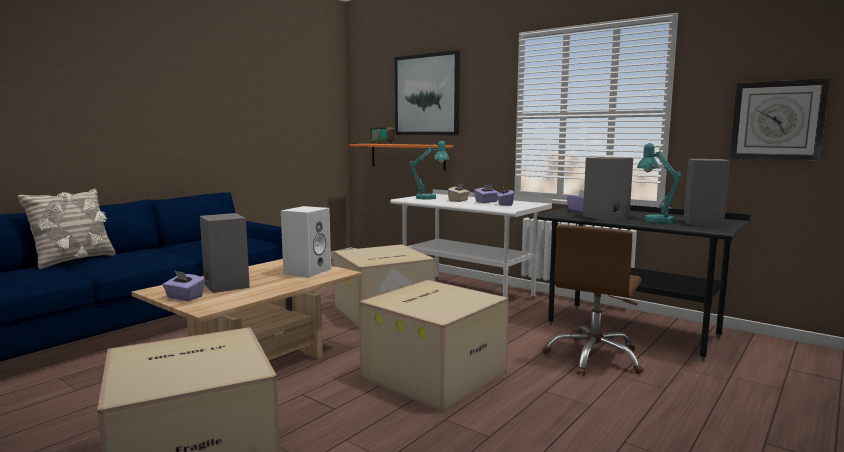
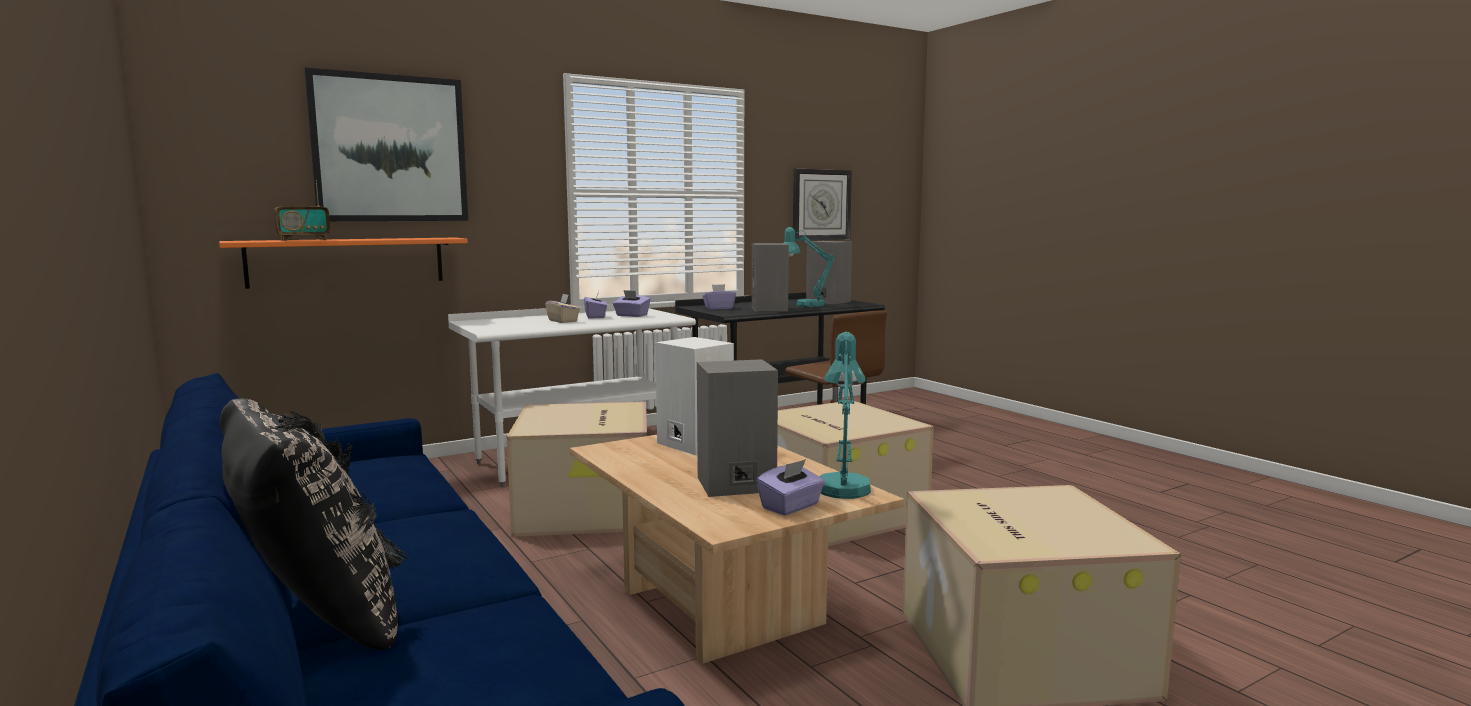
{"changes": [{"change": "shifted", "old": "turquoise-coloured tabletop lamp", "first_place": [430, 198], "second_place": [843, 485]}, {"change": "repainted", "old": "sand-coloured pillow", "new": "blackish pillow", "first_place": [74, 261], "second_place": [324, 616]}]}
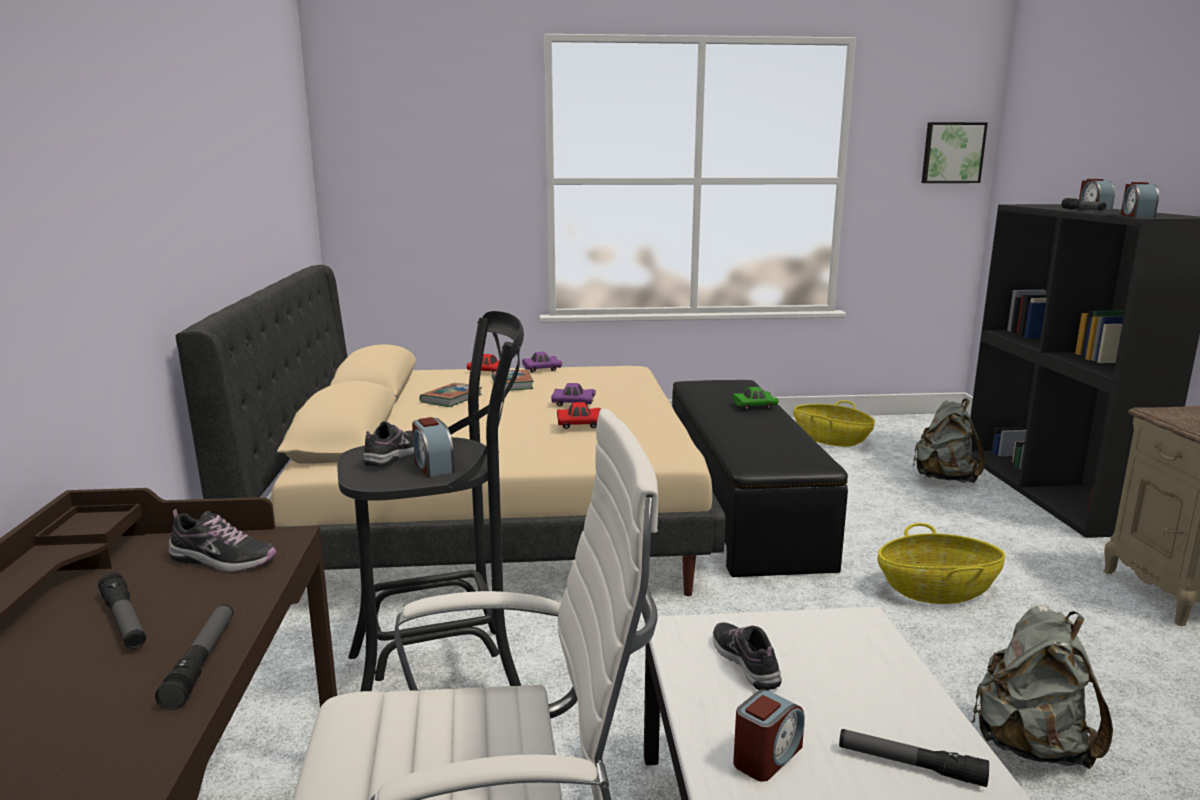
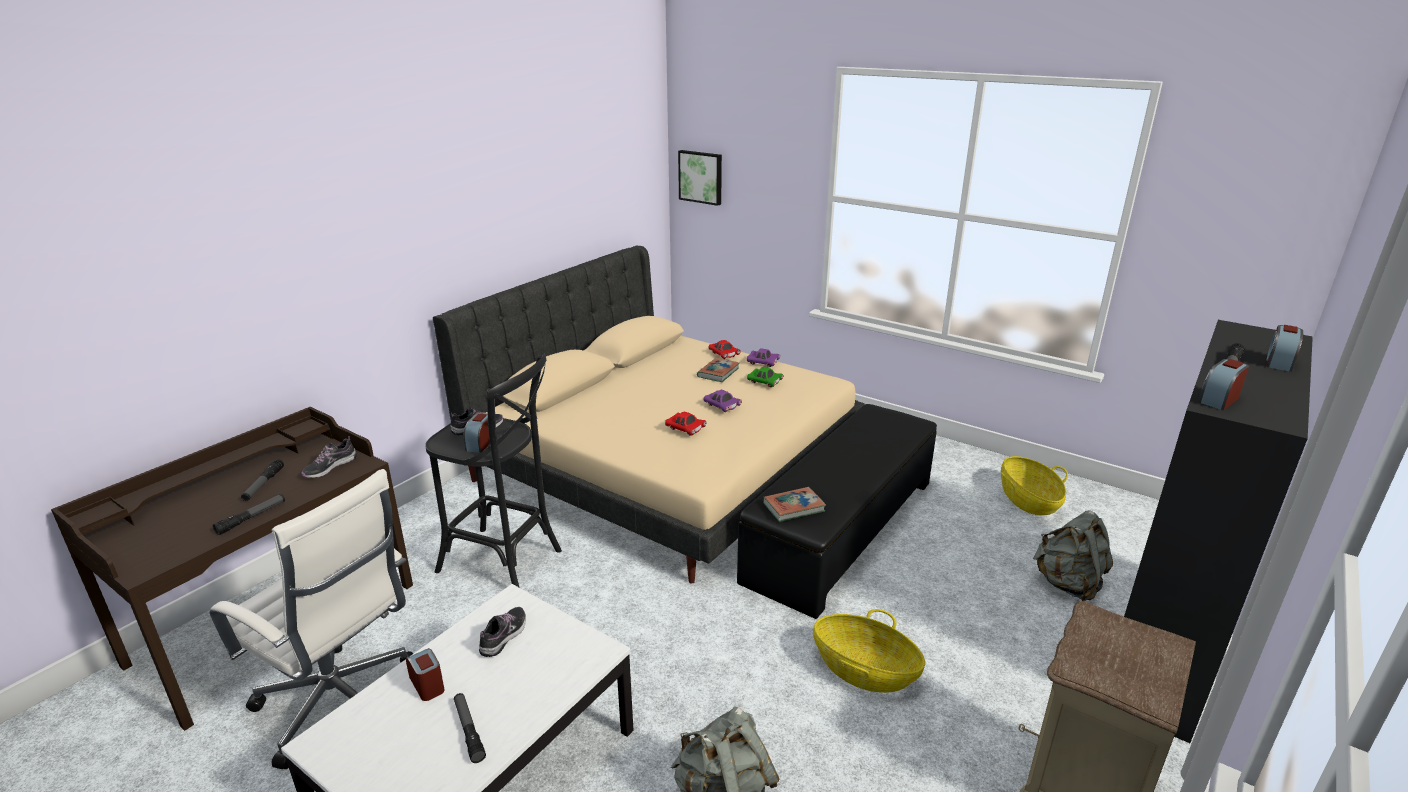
{"changes": [{"change": "shifted", "old": "bound book", "first_place": [451, 399], "second_place": [793, 507]}, {"change": "shifted", "old": "green model car", "first_place": [754, 407], "second_place": [764, 383]}, {"change": "shifted", "old": "picture", "first_place": [952, 153], "second_place": [701, 177]}, {"change": "rotated", "old": "shoe", "first_place": [222, 560], "second_place": [330, 467], "degrees": 75}, {"change": "rotated", "old": "alarm clock", "first_place": [767, 756], "second_place": [427, 684], "degrees": -120}]}
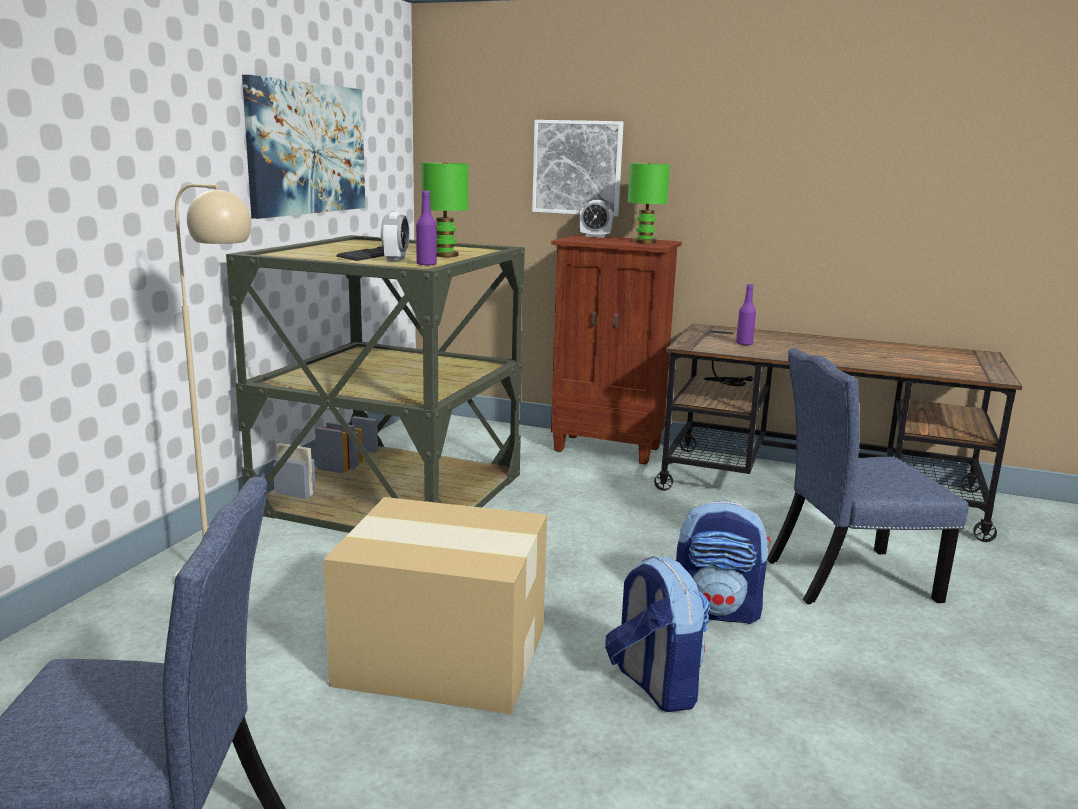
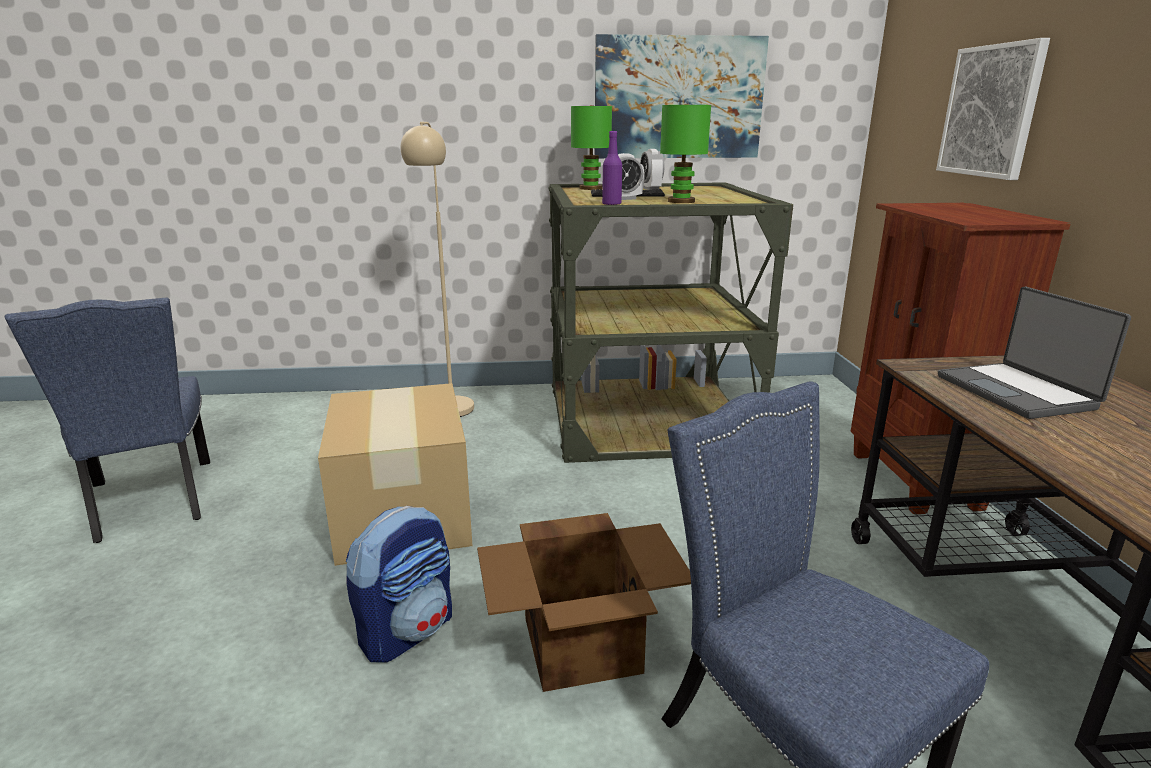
{"changes": [{"change": "shifted", "old": "alarm clock", "first_place": [595, 236], "second_place": [651, 189]}, {"change": "shifted", "old": "green tabletop lamp", "first_place": [644, 242], "second_place": [590, 188]}, {"change": "swapped", "old": "rucksack", "new": "cardboard box", "first_place": [717, 611], "second_place": [584, 645]}, {"change": "swapped", "old": "purple drink bottle", "new": "portable computer", "first_place": [744, 344], "second_place": [1017, 392]}]}
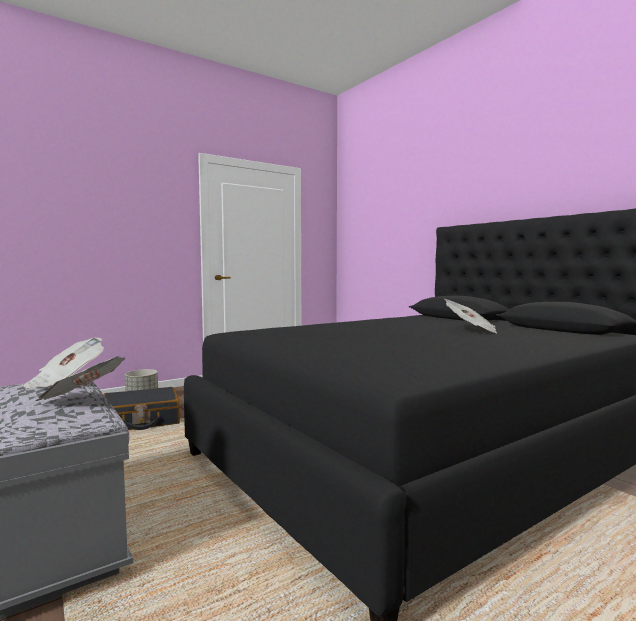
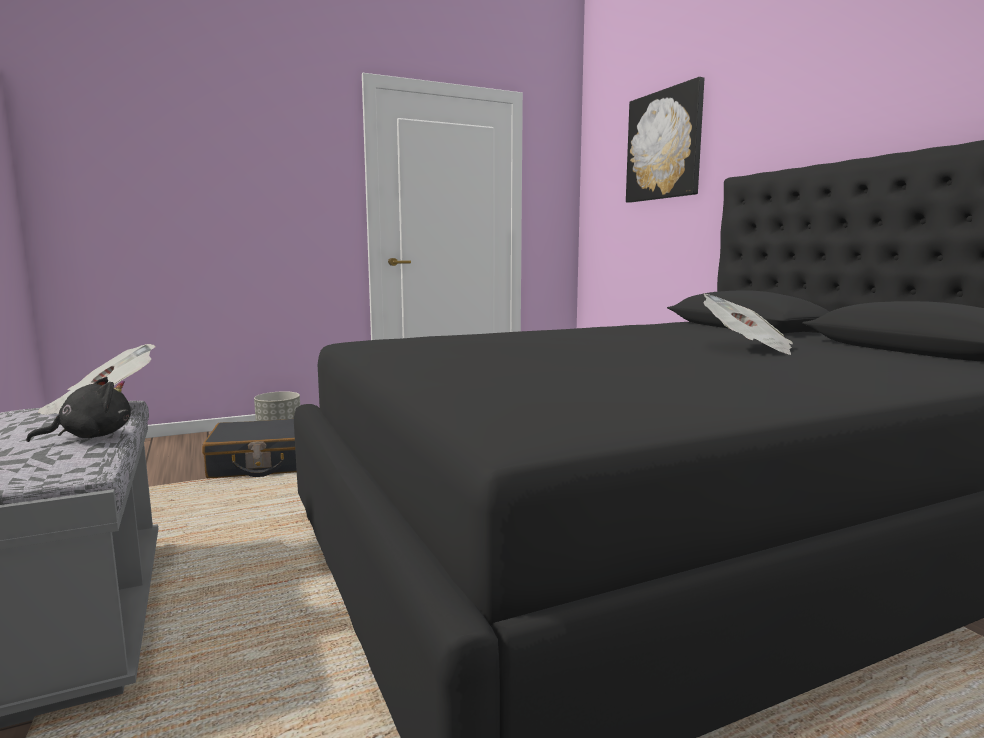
{"changes": [{"change": "new", "new": "picture", "second_place": [664, 145]}, {"change": "swapped", "old": "newspaper", "new": "blackish plush toy", "first_place": [82, 400], "second_place": [91, 436]}]}
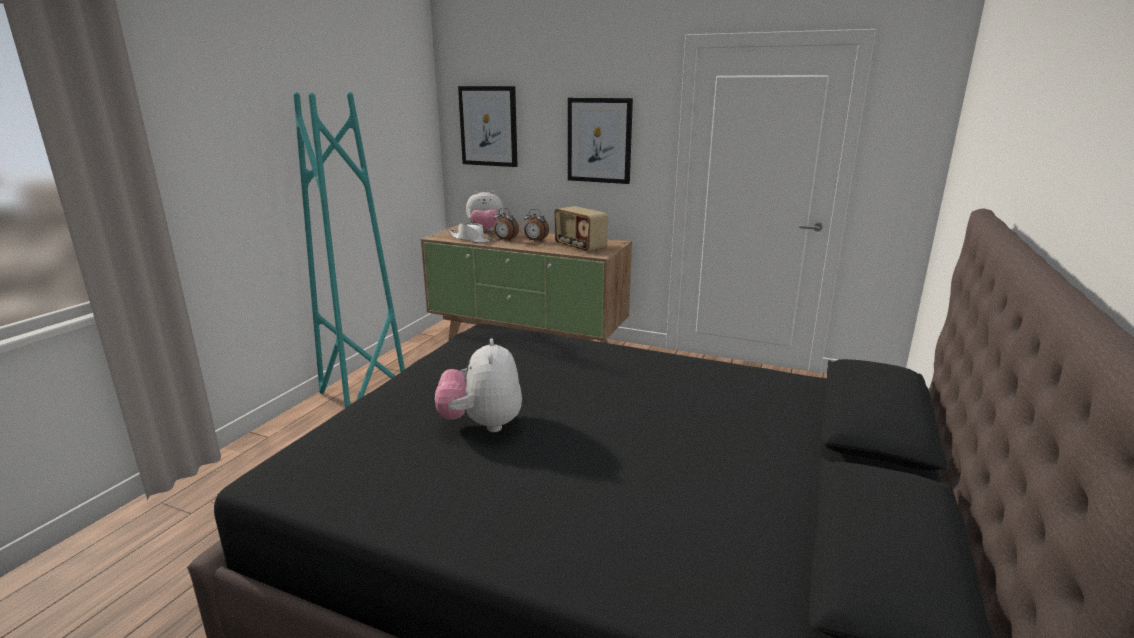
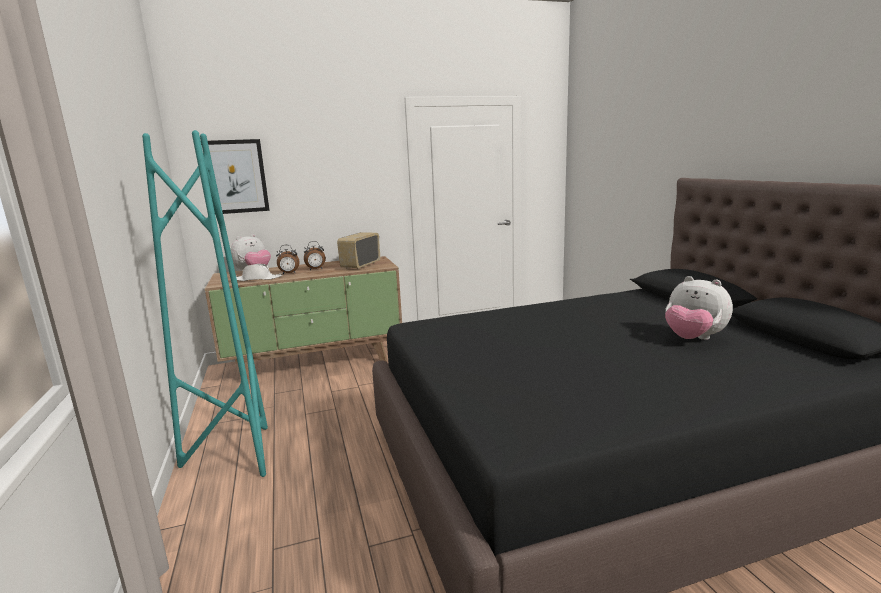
{"changes": [{"change": "gone", "old": "picture", "first_place": [599, 140]}, {"change": "shifted", "old": "plush toy", "first_place": [482, 424], "second_place": [693, 339]}, {"change": "rotated", "old": "radio", "first_place": [579, 247], "second_place": [360, 265], "degrees": 105}]}
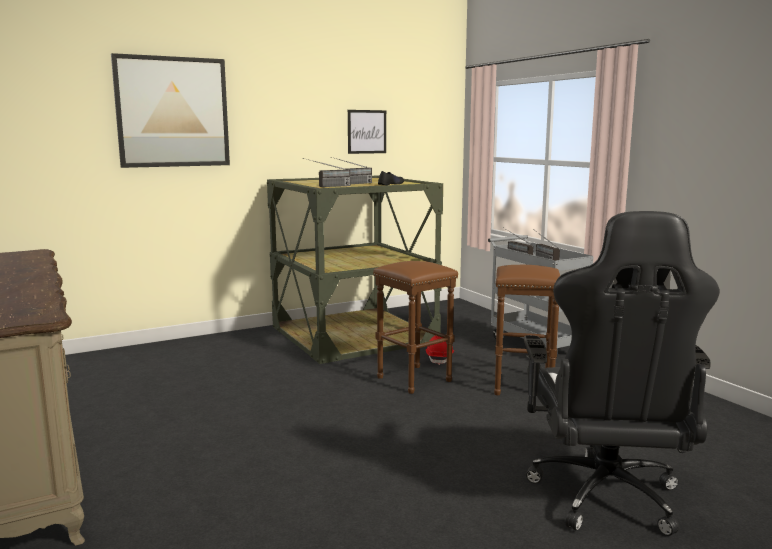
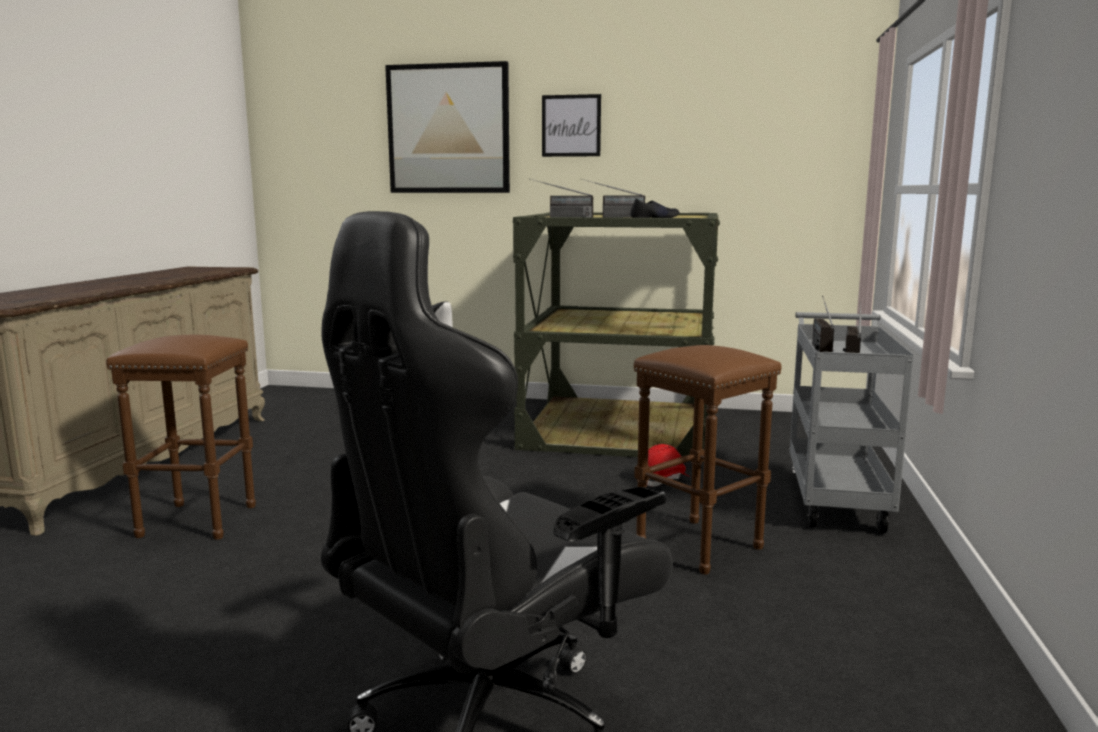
{"changes": [{"change": "shifted", "old": "picture", "first_place": [367, 131], "second_place": [571, 125]}, {"change": "shifted", "old": "brown stool seat", "first_place": [414, 378], "second_place": [200, 520]}]}
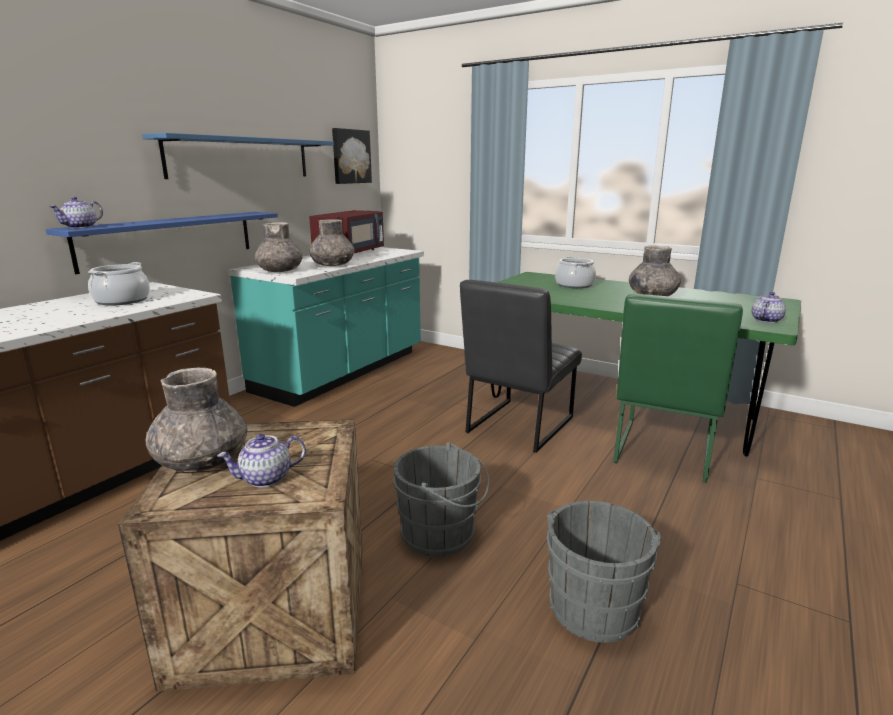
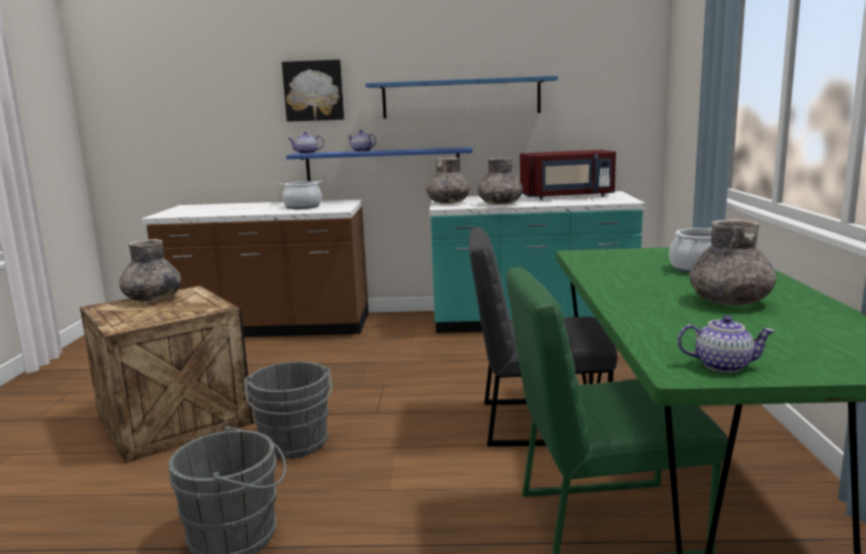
{"changes": [{"change": "shifted", "old": "tea pot", "first_place": [265, 479], "second_place": [362, 151]}, {"change": "shifted", "old": "picture", "first_place": [350, 156], "second_place": [314, 91]}]}
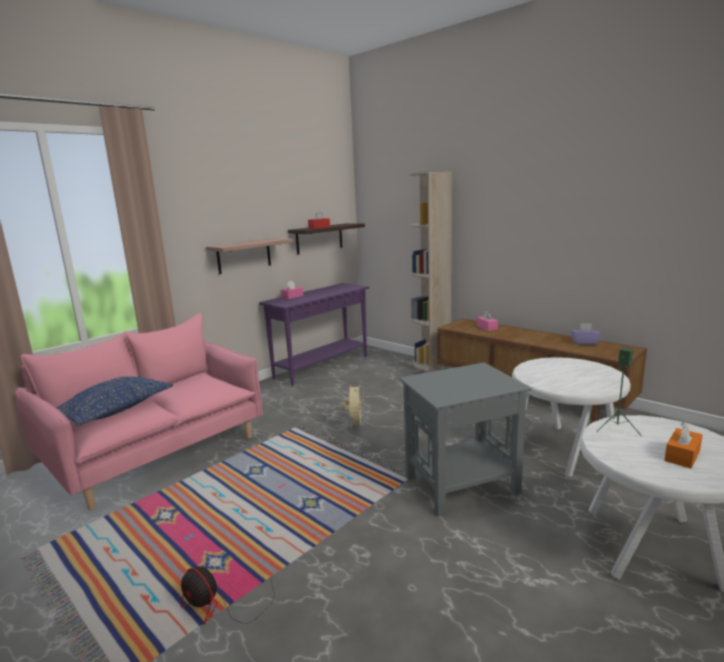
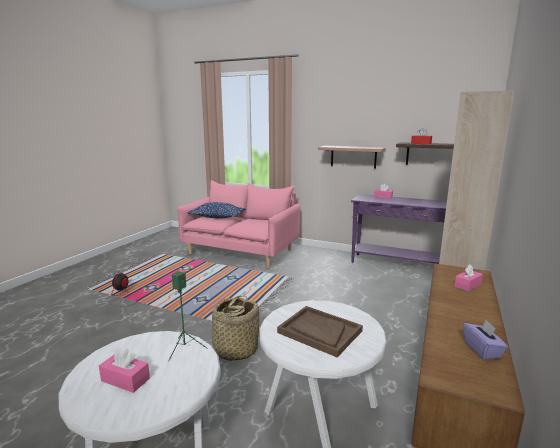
{"changes": [{"change": "gone", "old": "sand-coloured cooling fan", "first_place": [356, 427]}, {"change": "new", "new": "brown serving tray", "second_place": [319, 332]}, {"change": "swapped", "old": "greyish end table", "new": "basket", "first_place": [460, 485], "second_place": [235, 350]}, {"change": "repainted", "old": "orange tissue holder", "new": "pink-coloured tissue holder", "first_place": [682, 455], "second_place": [125, 380]}]}
